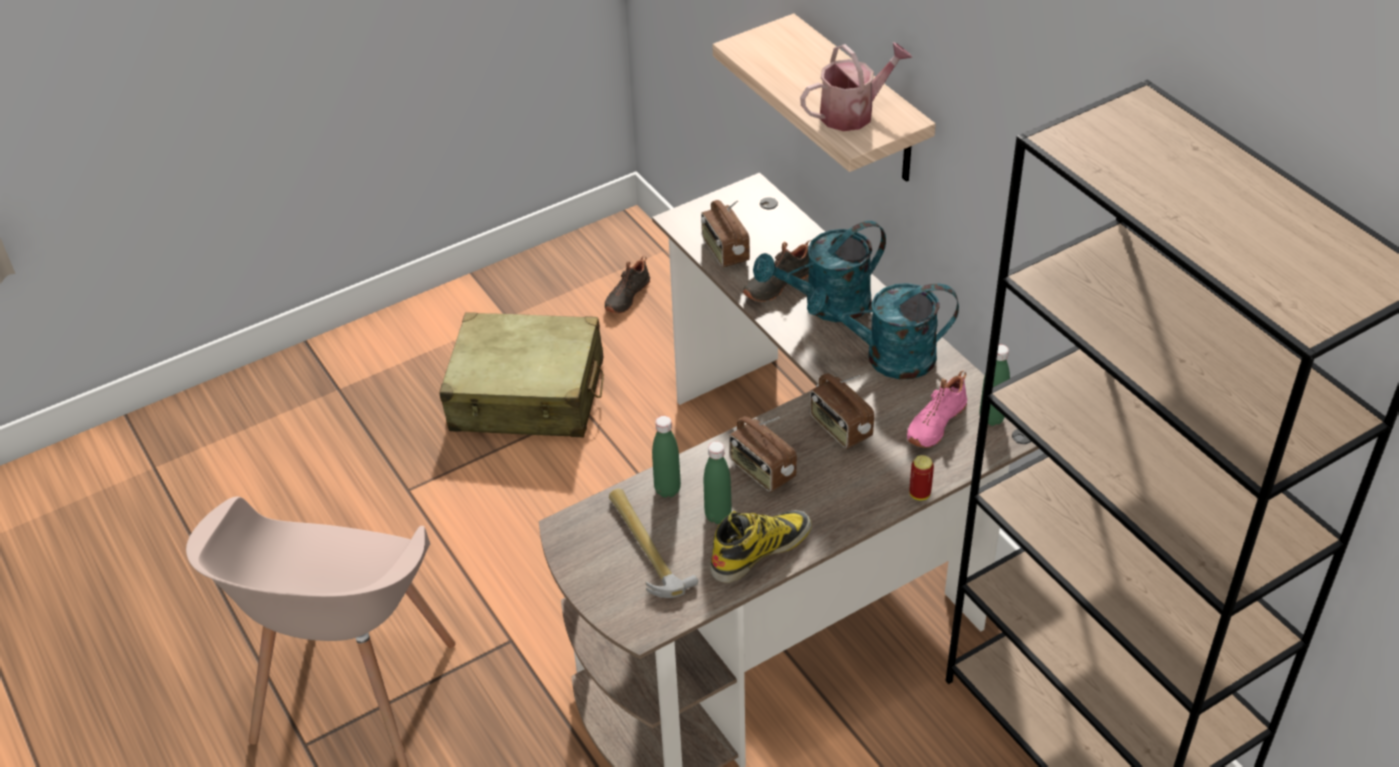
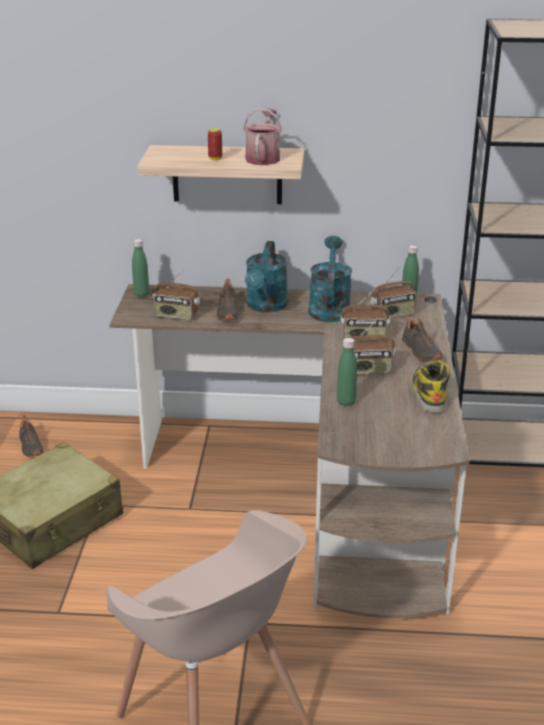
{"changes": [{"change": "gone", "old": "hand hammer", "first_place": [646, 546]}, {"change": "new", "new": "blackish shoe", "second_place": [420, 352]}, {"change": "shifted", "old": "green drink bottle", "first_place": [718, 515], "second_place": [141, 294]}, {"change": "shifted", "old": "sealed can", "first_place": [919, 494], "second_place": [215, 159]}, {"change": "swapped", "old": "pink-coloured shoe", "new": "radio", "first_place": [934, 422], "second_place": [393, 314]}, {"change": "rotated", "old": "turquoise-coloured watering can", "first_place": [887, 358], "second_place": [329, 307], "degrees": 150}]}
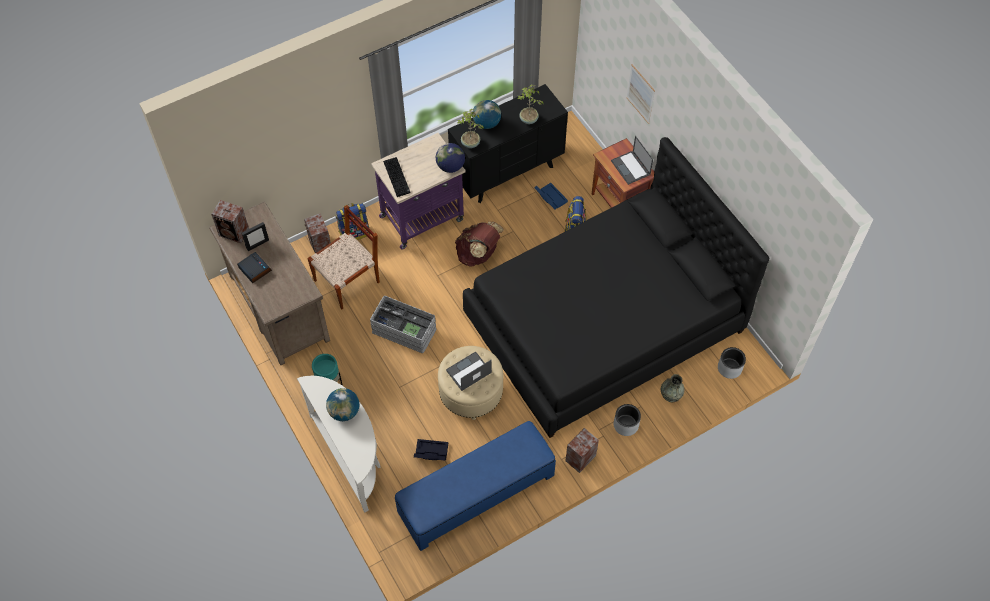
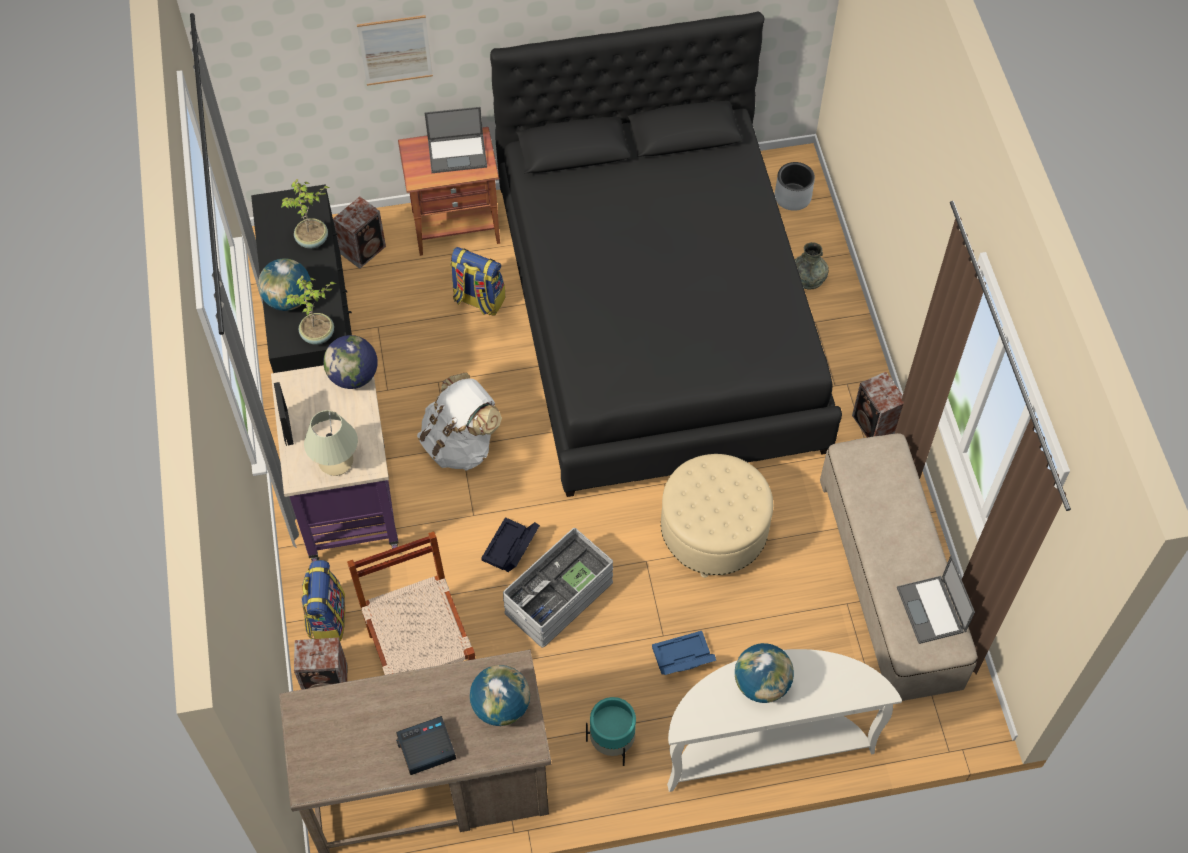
{"changes": [{"change": "gone", "old": "greyish flower pot", "first_place": [626, 425]}, {"change": "new", "new": "desk globe", "second_place": [501, 706]}, {"change": "shifted", "old": "audio speaker", "first_place": [234, 233], "second_place": [364, 249]}, {"change": "shifted", "old": "photo frame", "first_place": [257, 244], "second_place": [286, 427]}, {"change": "shifted", "old": "blackish storage bin", "first_place": [430, 453], "second_place": [510, 549]}, {"change": "shifted", "old": "portable computer", "first_place": [468, 372], "second_place": [932, 610]}, {"change": "shifted", "old": "blue storage bin", "first_place": [550, 197], "second_place": [681, 659]}, {"change": "swapped", "old": "keyboard", "new": "sand-coloured tabletop lamp", "first_place": [397, 177], "second_place": [336, 461]}, {"change": "repainted", "old": "blue long seat", "new": "sand-coloured long seat", "first_place": [475, 494], "second_place": [890, 582]}, {"change": "repainted", "old": "brown rucksack", "new": "white-coloured rucksack", "first_place": [478, 254], "second_place": [460, 444]}]}
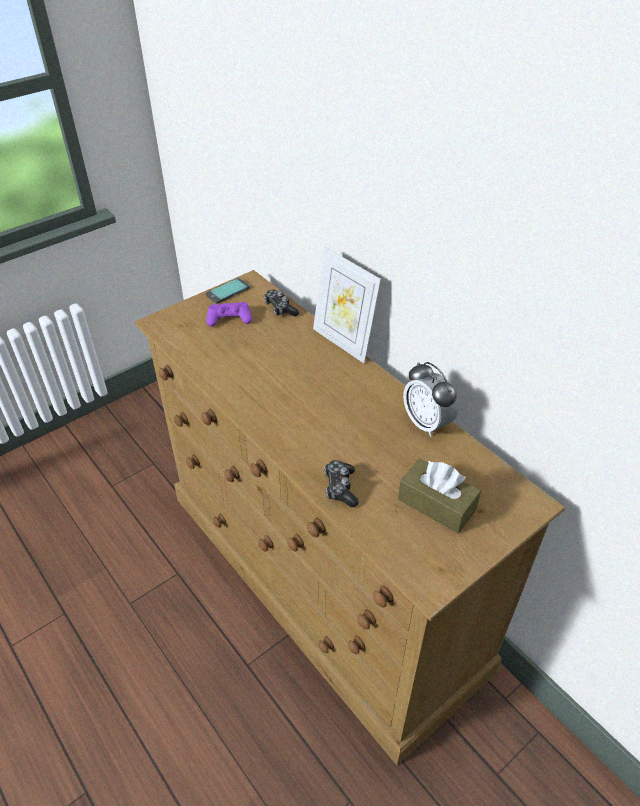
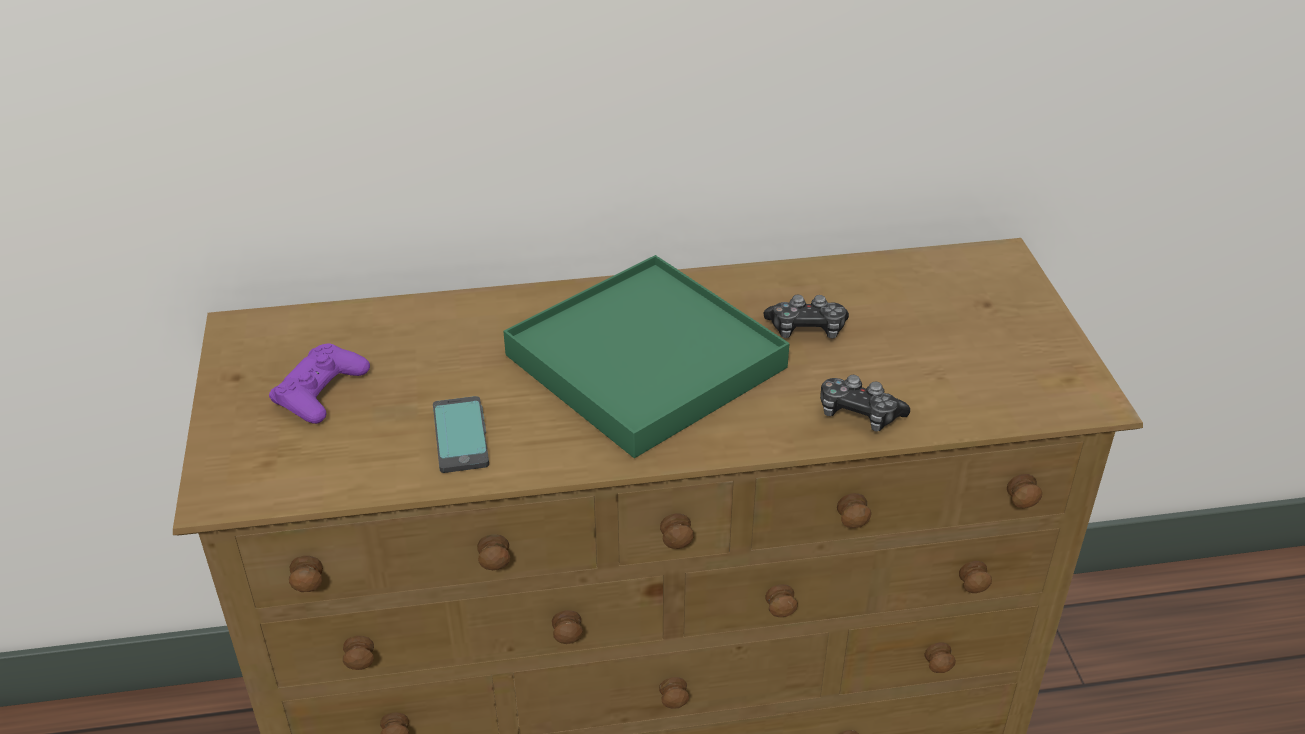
{"changes": [{"change": "gone", "old": "photo frame", "first_place": [343, 342]}, {"change": "gone", "old": "brown tissue holder", "first_place": [436, 504]}, {"change": "gone", "old": "alarm clock", "first_place": [427, 423]}, {"change": "new", "new": "green serving tray", "second_place": [645, 361]}, {"change": "shifted", "old": "handset", "first_place": [228, 291], "second_place": [461, 436]}, {"change": "shifted", "old": "joypad", "first_place": [280, 308], "second_place": [806, 329]}]}
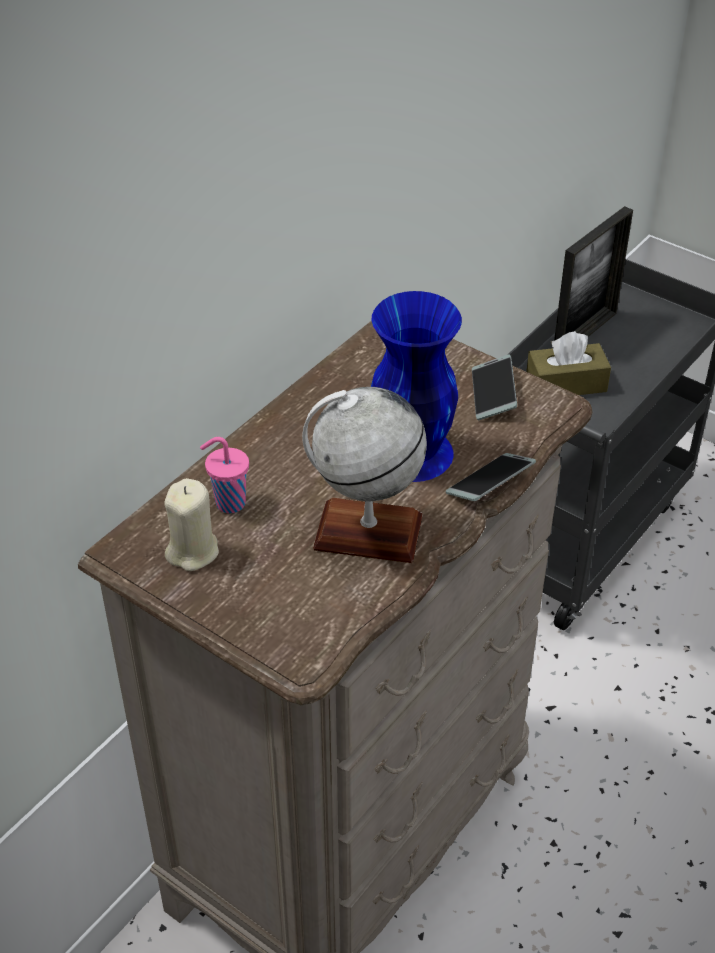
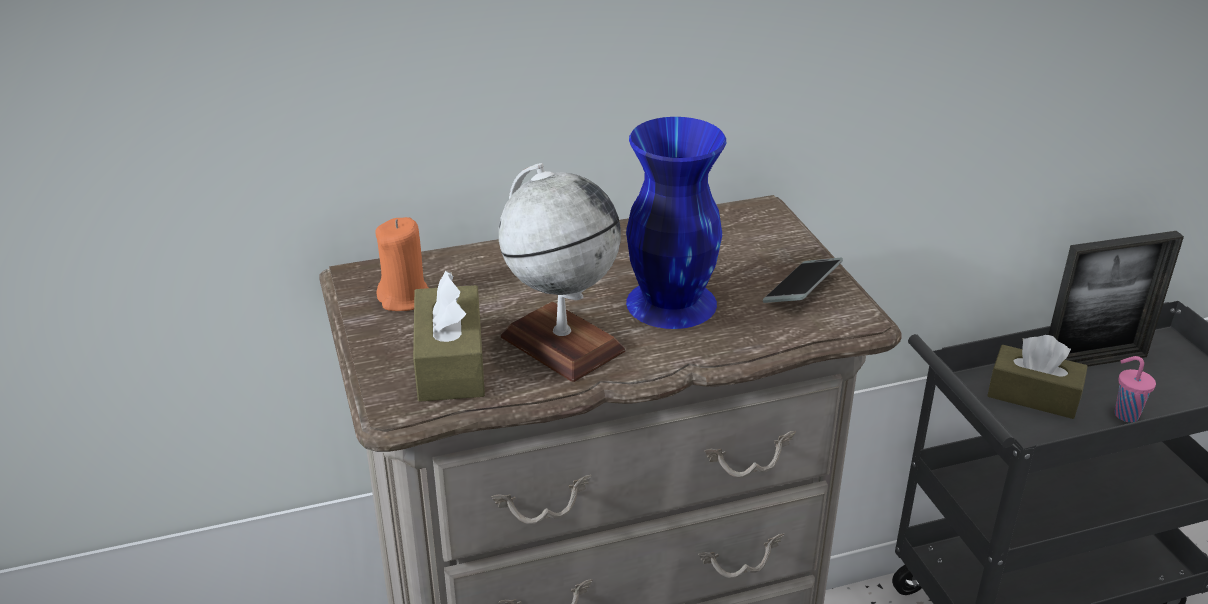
{"changes": [{"change": "gone", "old": "handset", "first_place": [490, 484]}, {"change": "new", "new": "brown tissue holder", "second_place": [450, 363]}, {"change": "shifted", "old": "pink-coloured drinking cup", "first_place": [228, 503], "second_place": [1124, 414]}, {"change": "repainted", "old": "sand-coloured candle", "new": "orange candle", "first_place": [193, 551], "second_place": [405, 298]}]}
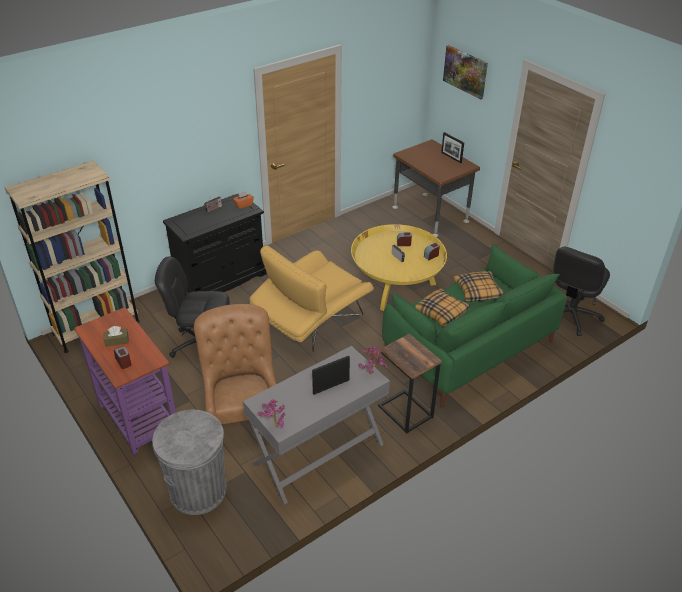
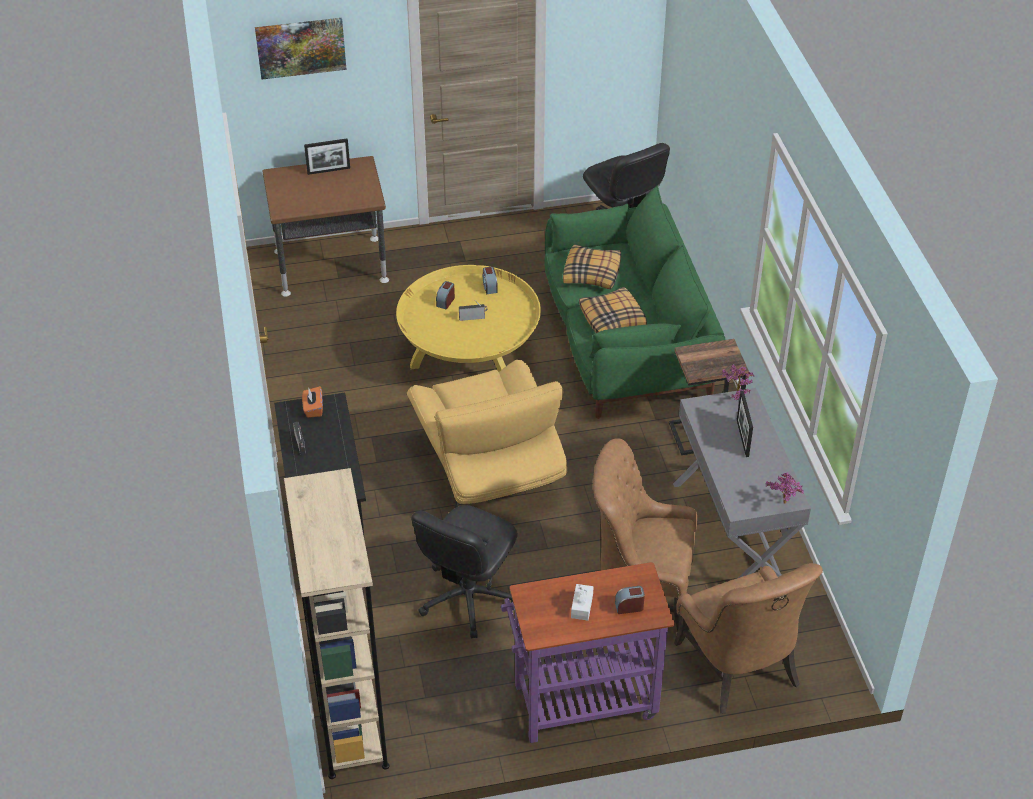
{"changes": [{"change": "swapped", "old": "greyish trash can", "new": "brown chair", "first_place": [198, 491], "second_place": [738, 665]}, {"change": "repainted", "old": "brown tissue holder", "new": "white-coloured tissue holder", "first_place": [117, 341], "second_place": [582, 606]}]}
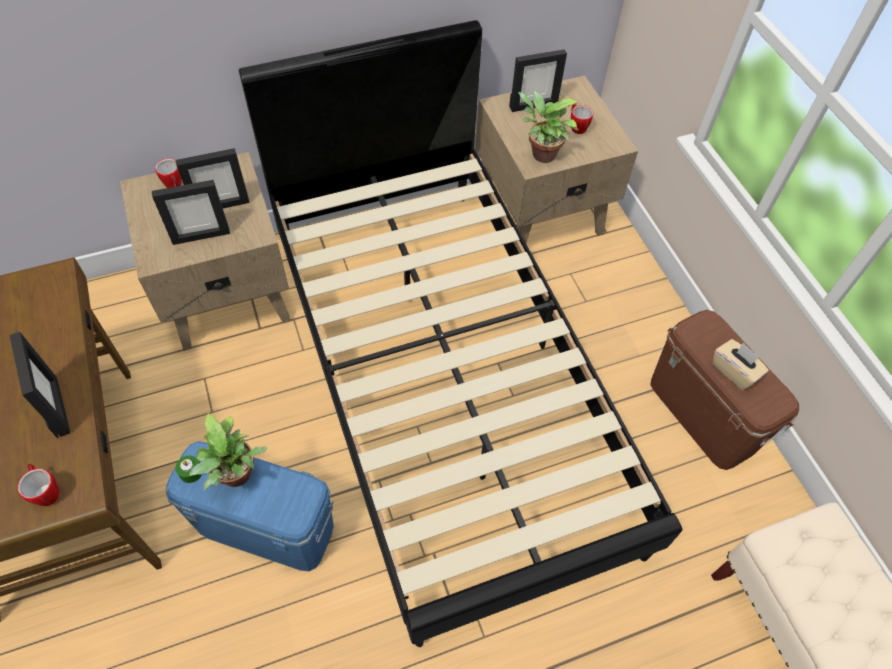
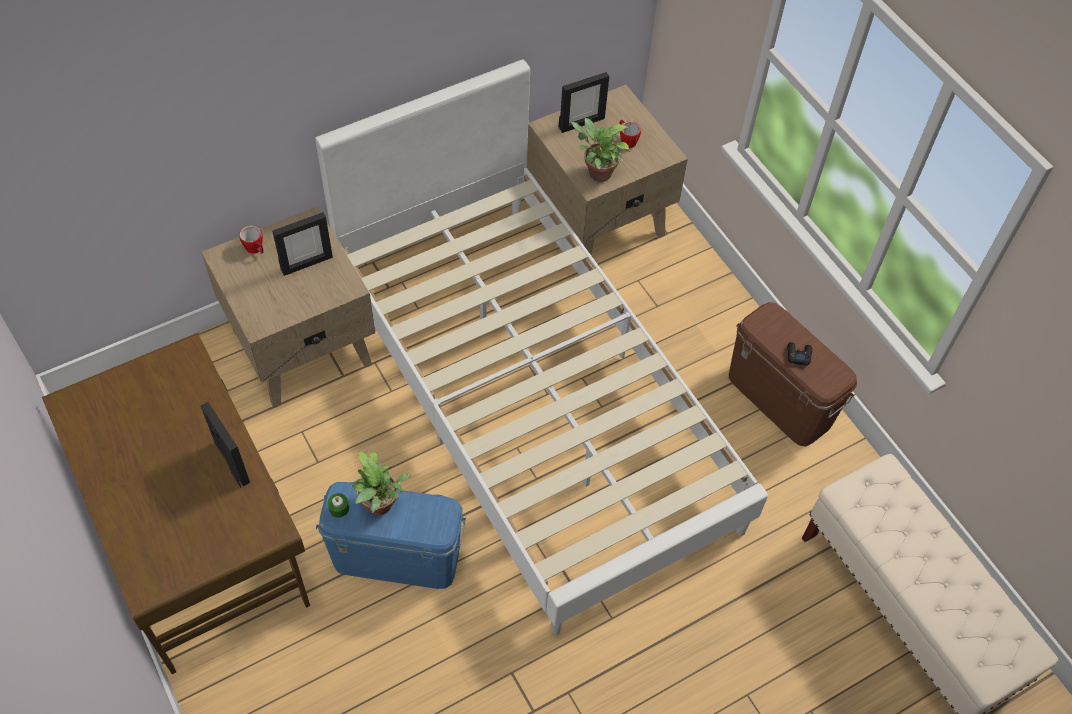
{"changes": [{"change": "gone", "old": "tea mug", "first_place": [46, 491]}, {"change": "gone", "old": "photo frame", "first_place": [201, 235]}, {"change": "swapped", "old": "sand-coloured tissue holder", "new": "blackish joypad", "first_place": [734, 371], "second_place": [798, 355]}, {"change": "repainted", "old": "blackish bed", "new": "white-coloured bed", "first_place": [443, 378], "second_place": [533, 399]}]}
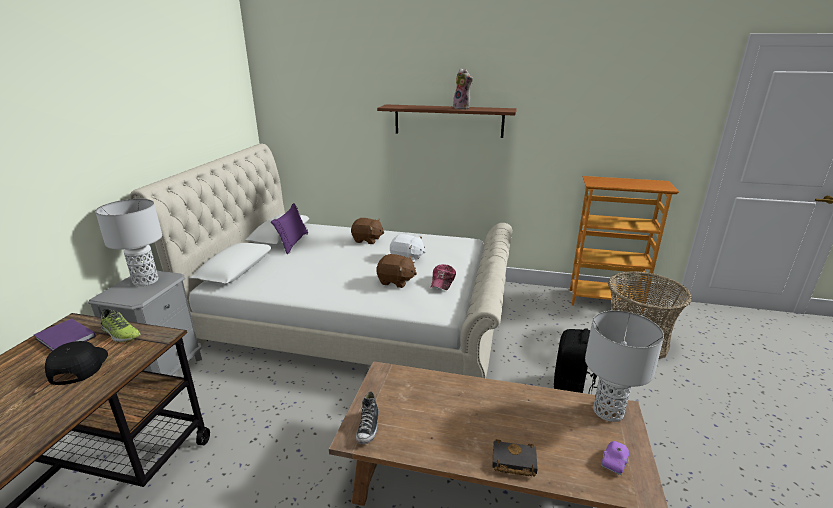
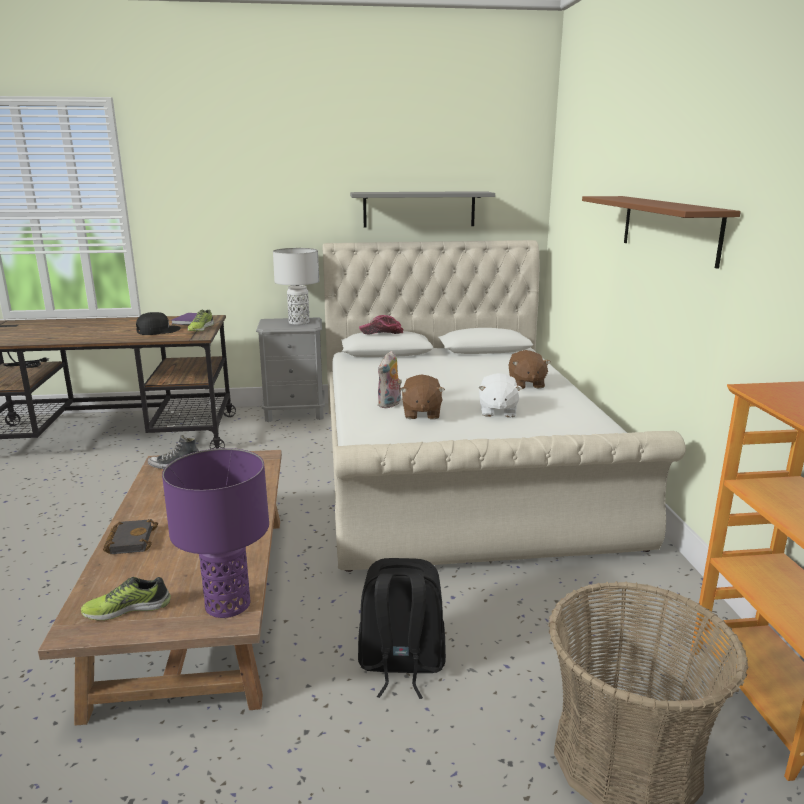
{"changes": [{"change": "gone", "old": "purple pillow", "first_place": [292, 243]}, {"change": "new", "new": "greyish shelf", "second_place": [419, 209]}, {"change": "shifted", "old": "peaked cap", "first_place": [443, 281], "second_place": [381, 332]}, {"change": "shifted", "old": "plush toy", "first_place": [462, 108], "second_place": [390, 404]}, {"change": "swapped", "old": "purple model car", "new": "shoe", "first_place": [614, 462], "second_place": [127, 608]}, {"change": "repainted", "old": "white-coloured tabletop lamp", "new": "purple tabletop lamp", "first_place": [609, 411], "second_place": [228, 604]}]}
